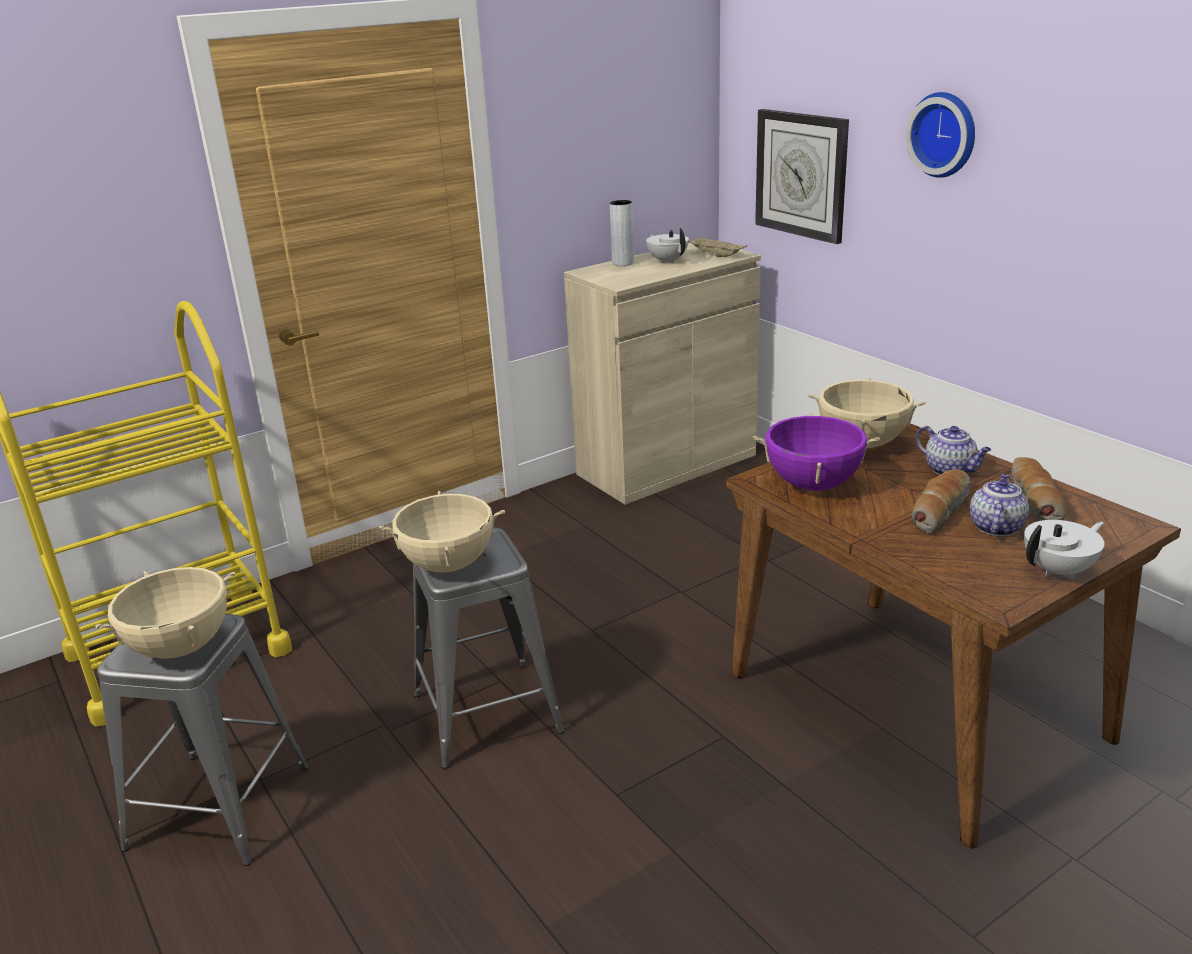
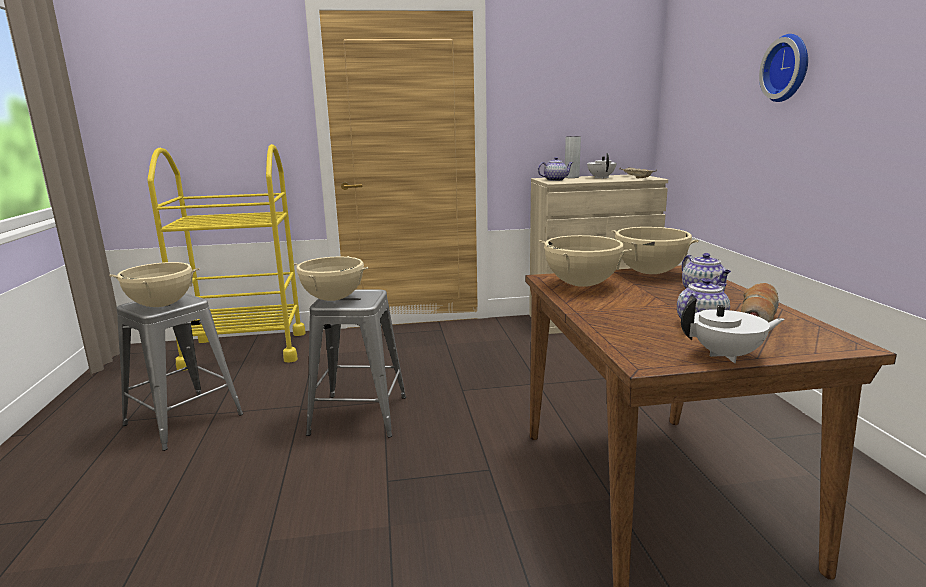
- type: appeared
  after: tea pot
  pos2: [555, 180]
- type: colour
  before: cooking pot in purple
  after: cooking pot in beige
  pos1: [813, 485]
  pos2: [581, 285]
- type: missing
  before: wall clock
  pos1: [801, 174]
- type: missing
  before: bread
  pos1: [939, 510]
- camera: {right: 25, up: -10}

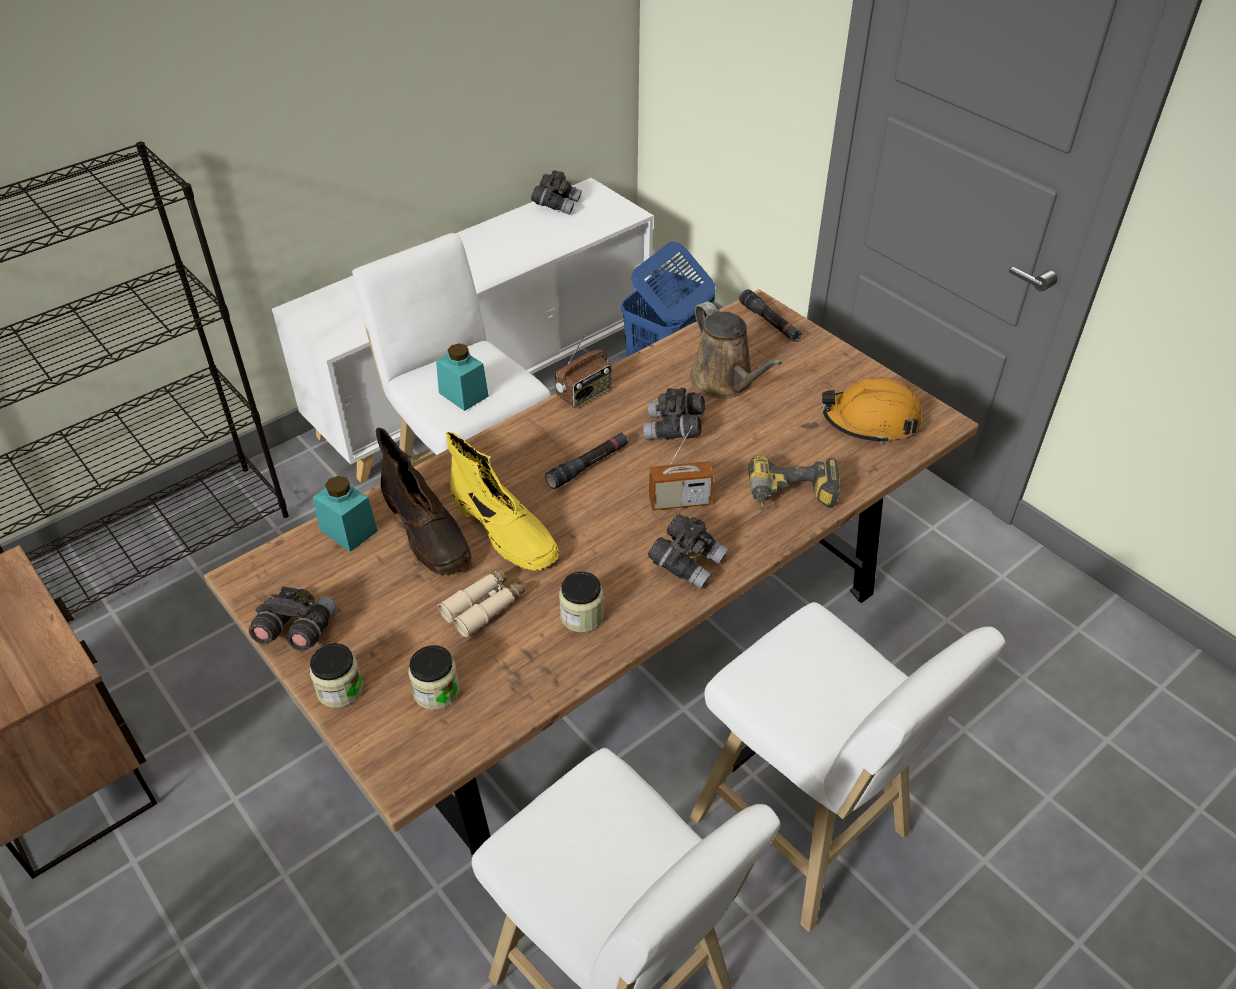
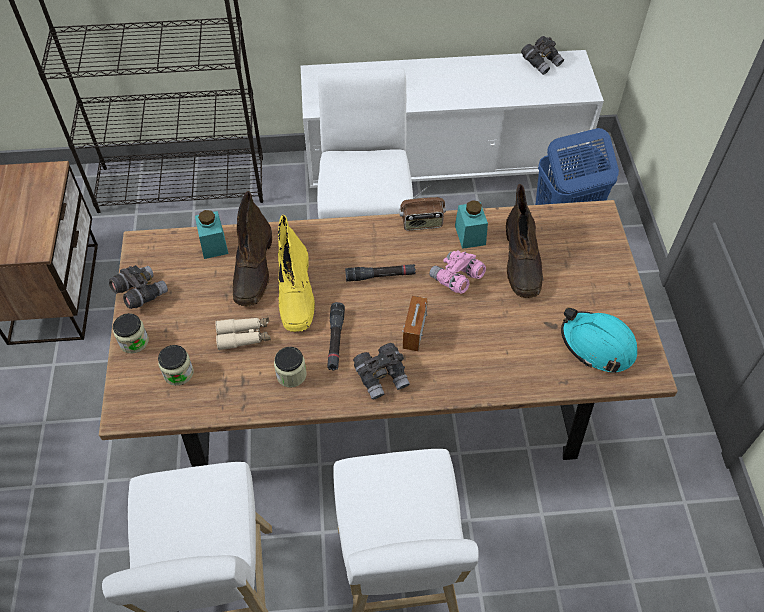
- type: relocated
  before: flashlight in black-coloured
  pos1: [769, 322]
  pos2: [335, 340]
- type: spun
  before: radio receiver
  pos1: [679, 501]
  pos2: [414, 332]
  turn: 75
- type: colour
  before: binoculars in greyish
  after: binoculars in pinkish
  pos1: [674, 429]
  pos2: [456, 279]
- type: relocated
  before: jar in turquoise-coloured
  pos1: [463, 394]
  pos2: [470, 235]
- type: exchanged
  before: watering can in brown
  after: boot in brown
  pos1: [725, 382]
  pos2: [522, 262]
- type: colour
  before: work helmet in orangey
  after: work helmet in turquoise-coloured
  pos1: [870, 421]
  pos2: [597, 345]
- type: missing
  before: electric drill
  pos1: [791, 499]
- camera: {right: 35, up: 10}

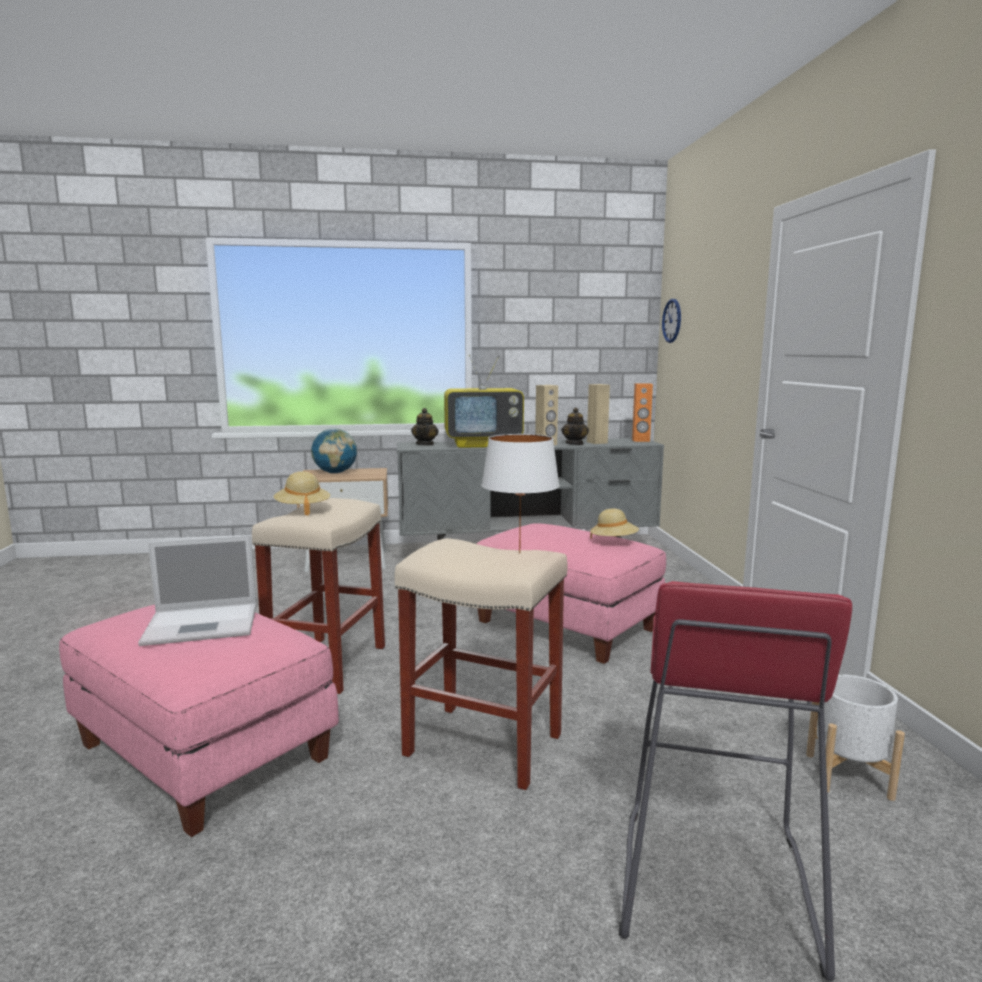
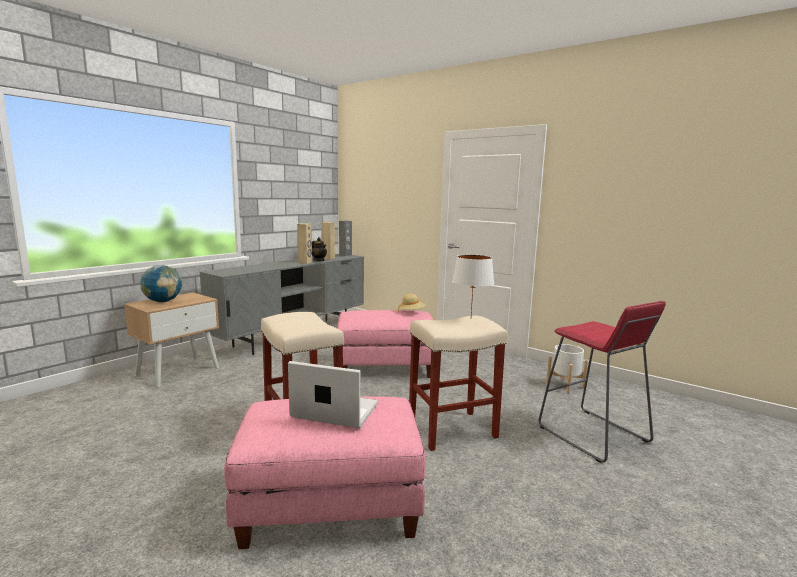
- type: spun
  before: notebook computer
  pos1: [204, 624]
  pos2: [333, 410]
  turn: -105
- type: colour
  before: audio speaker in orangey
  after: audio speaker in greyish
  pos1: [641, 440]
  pos2: [345, 255]
- type: missing
  before: wearable hat in beige
  pos1: [302, 509]
- type: missing
  before: tea pot
  pos1: [425, 444]
- type: missing
  before: TV
  pos1: [483, 445]
- type: missing
  before: wall clock
  pos1: [672, 320]
- camera: {right: -45, up: 0}

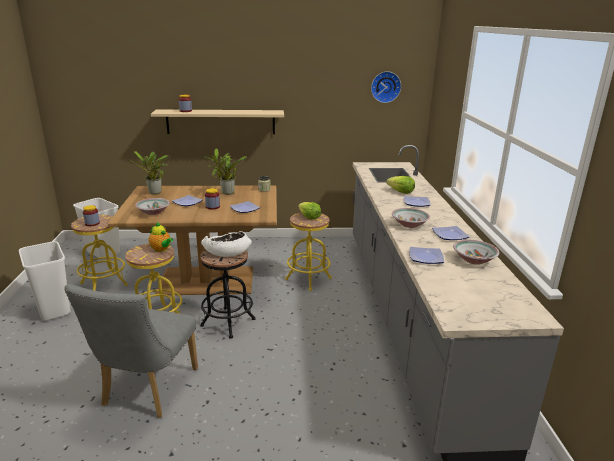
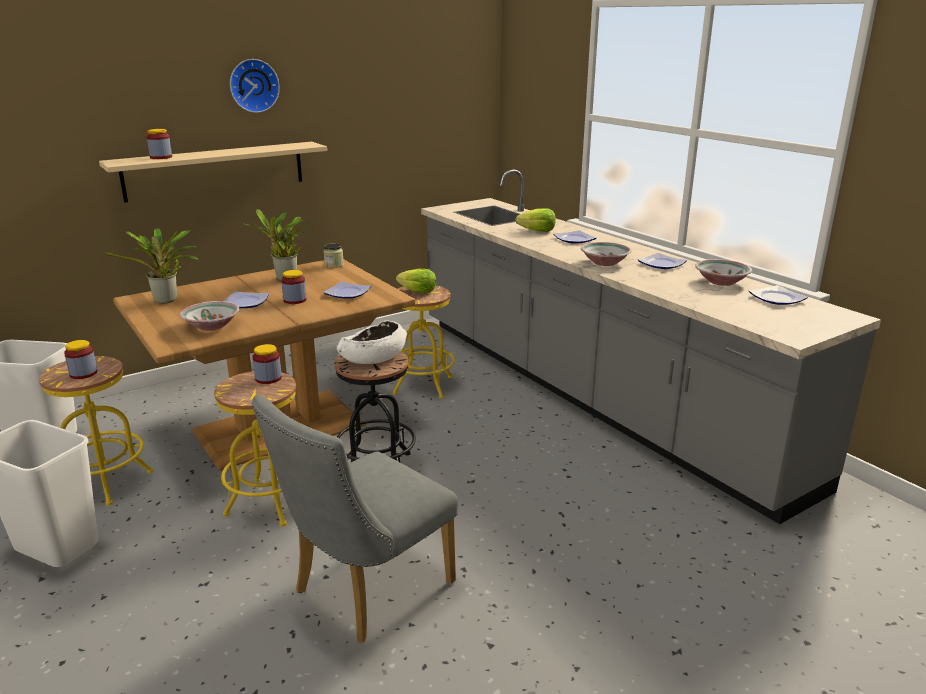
- type: relocated
  before: wall clock
  pos1: [385, 87]
  pos2: [253, 85]
- type: exchanged
  before: tea pot
  after: jar
  pos1: [161, 249]
  pos2: [268, 378]
- type: spun
  before: chair in greyish
  pos1: [146, 391]
  pos2: [364, 592]
  turn: 60
- type: relocated
  before: flat dish
  pos1: [426, 258]
  pos2: [778, 299]
- camera: {right: -30, up: 0}

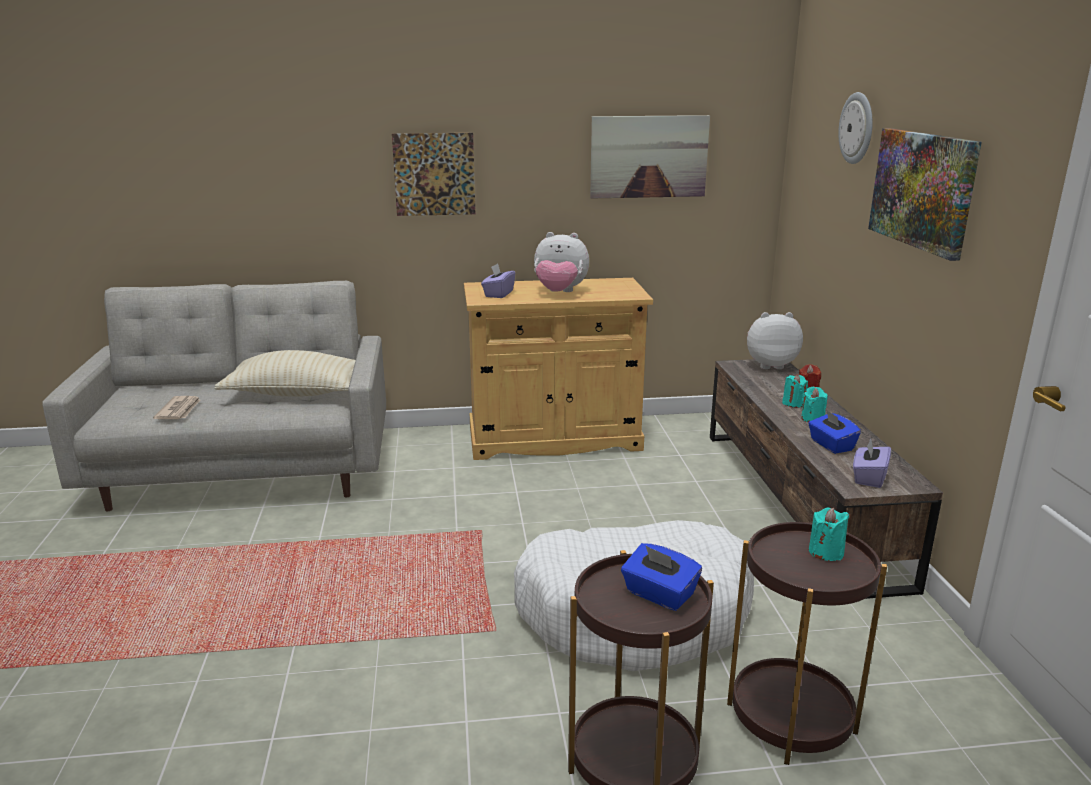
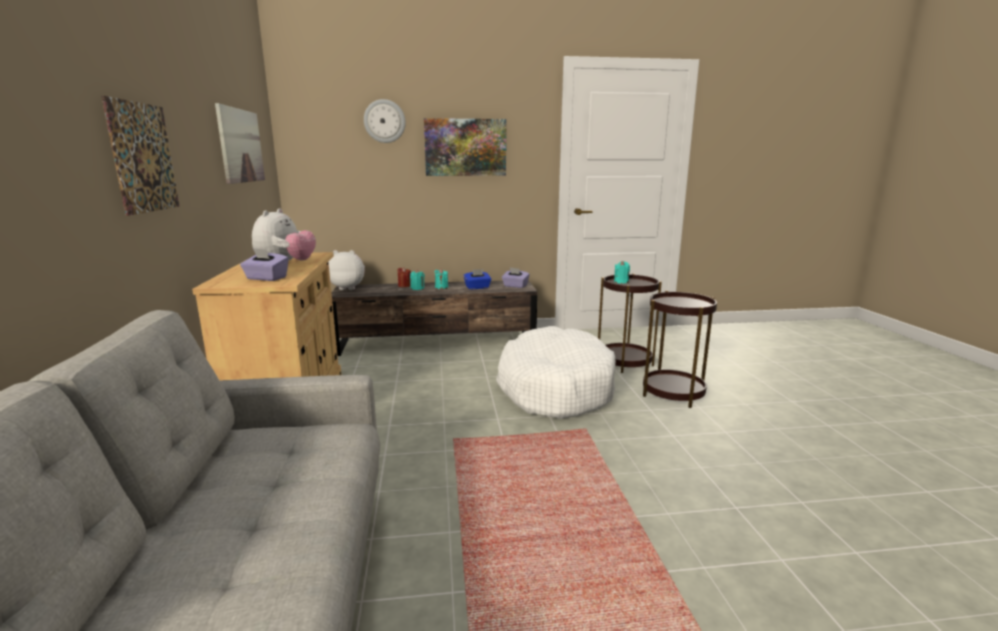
- type: spun
  before: plush toy
  pos1: [769, 365]
  pos2: [348, 288]
  turn: 90
- type: missing
  before: printed paper
  pos1: [179, 410]
- type: missing
  before: pillow in beige
  pos1: [296, 393]
- type: missing
  before: tissue holder in bluish
  pos1: [659, 594]
- camera: {right: -90, up: -5}

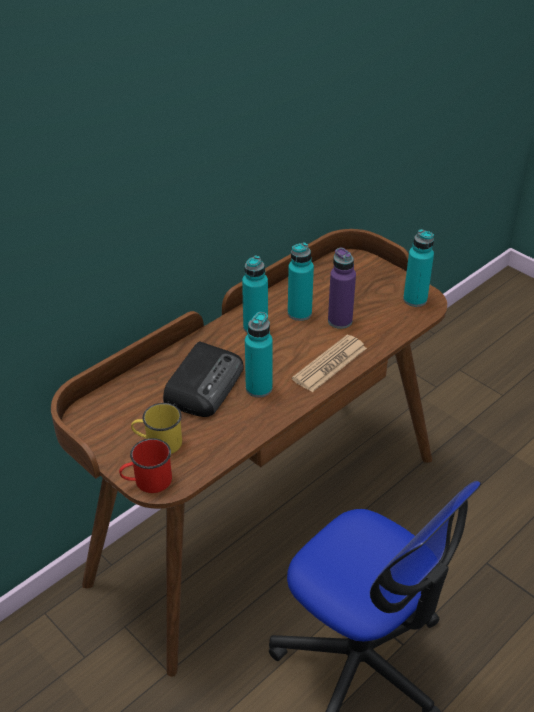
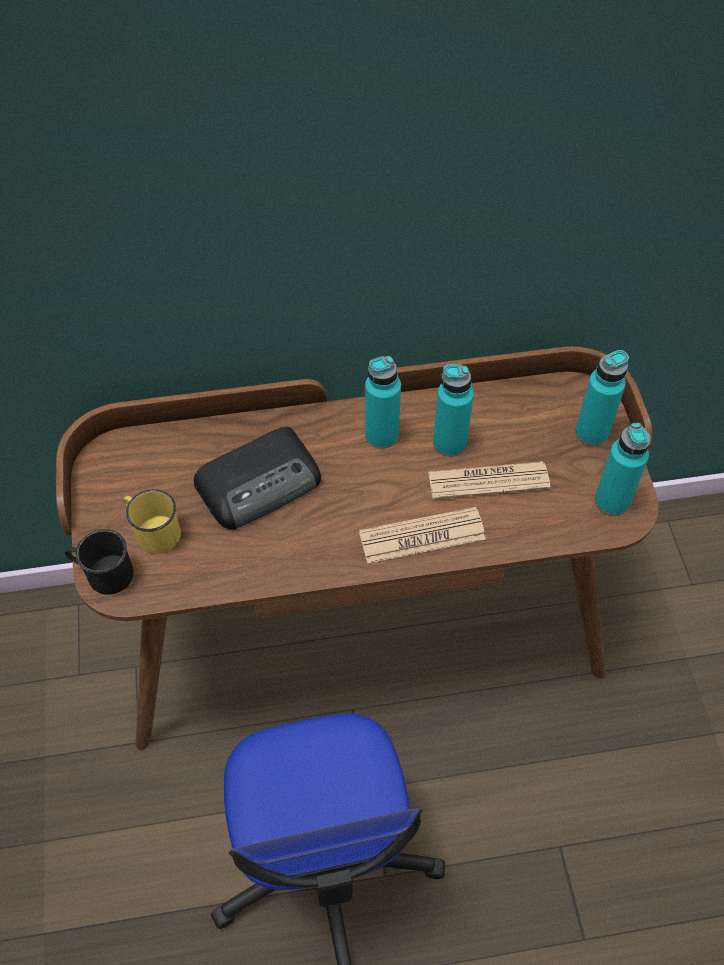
- type: colour
  before: tea mug in reddish
  after: tea mug in black-coloured
  pos1: [147, 481]
  pos2: [103, 573]
- type: exchanged
  before: bottle in purple
  after: printed paper
  pos1: [340, 321]
  pos2: [488, 481]
- type: relocated
  before: bottle in turquoise-coloured
  pos1: [259, 388]
  pos2: [591, 432]
- camera: {right: 35, up: 15}

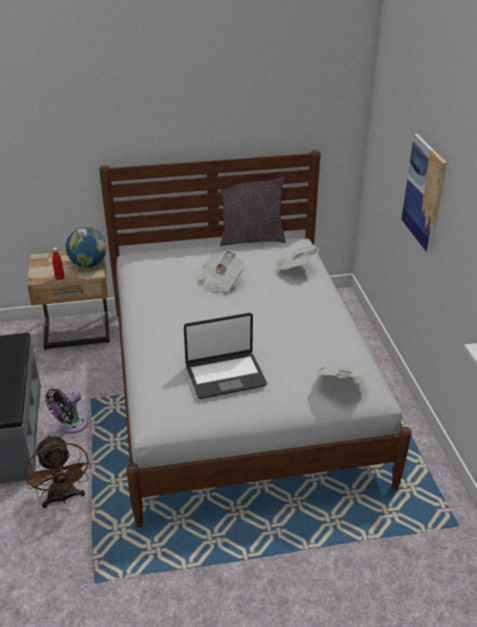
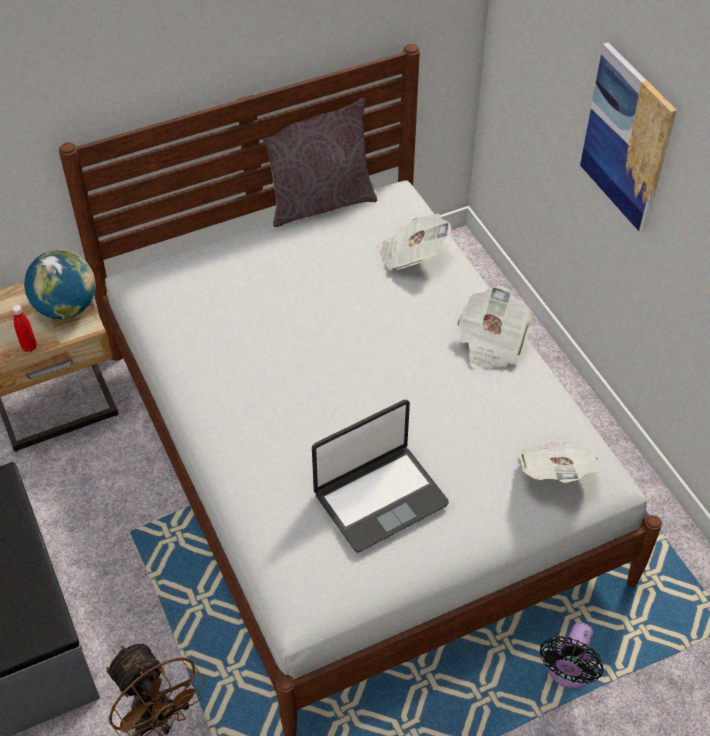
- type: relocated
  before: printed paper
  pos1: [221, 282]
  pos2: [491, 343]
- type: relocated
  before: cooling fan in black-coloured
  pos1: [71, 425]
  pos2: [568, 672]
- camera: {right: -15, up: 15}

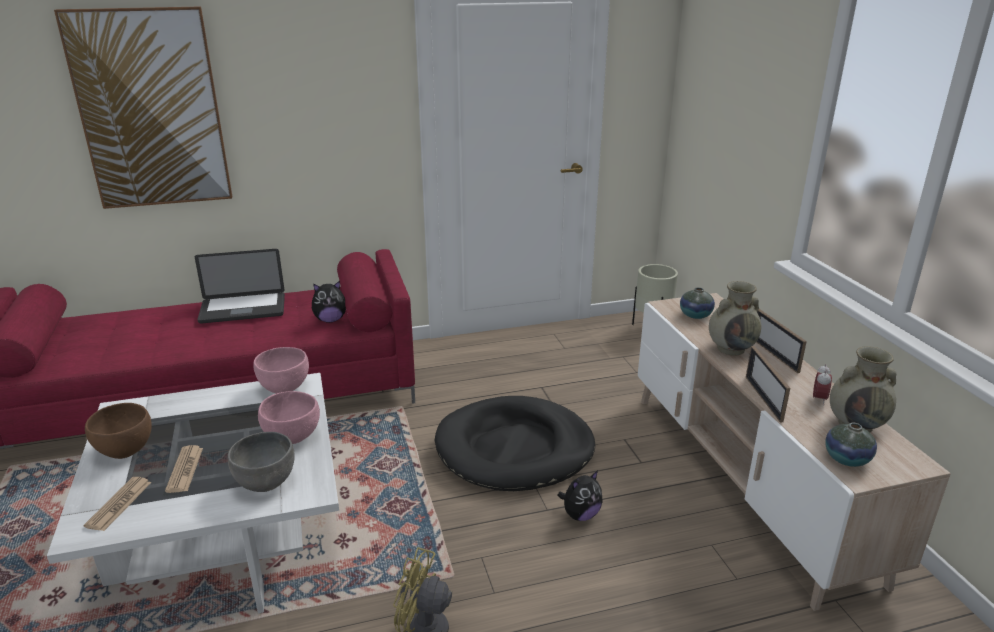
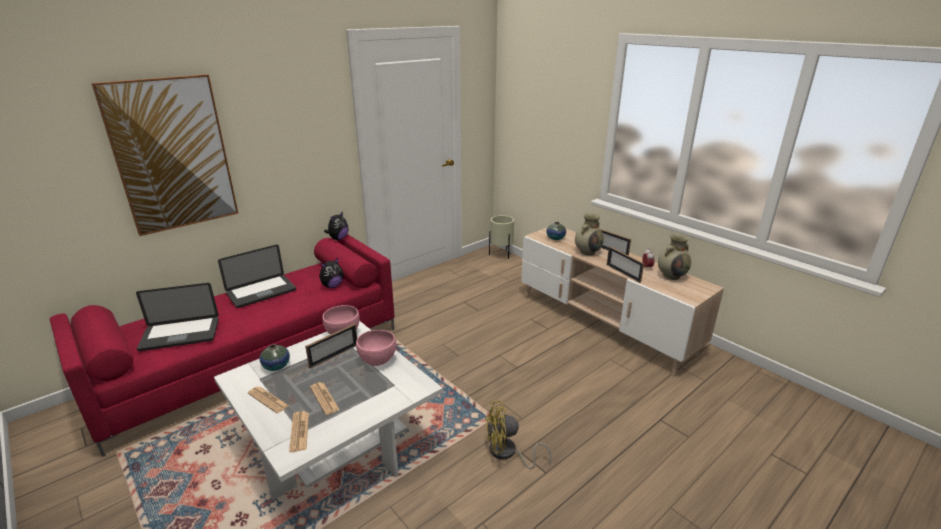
- type: appeared
  after: notebook computer
  pos2: [180, 335]
- type: exchanged
  before: deep dish in brown
  after: printed paper
  pos1: [125, 450]
  pos2: [268, 400]
- type: relocated
  before: vase
  pos1: [847, 459]
  pos2: [276, 366]
- type: appeared
  after: picture frame
  pos2: [334, 356]
- type: relocated
  before: plush toy
  pos1: [580, 514]
  pos2: [338, 238]
- type: missing
  before: deep dish in greyish
  pos1: [265, 483]
- type: missing
  before: dog cushion in black-coloured
  pos1: [515, 449]
- camera: {right: -25, up: 0}

